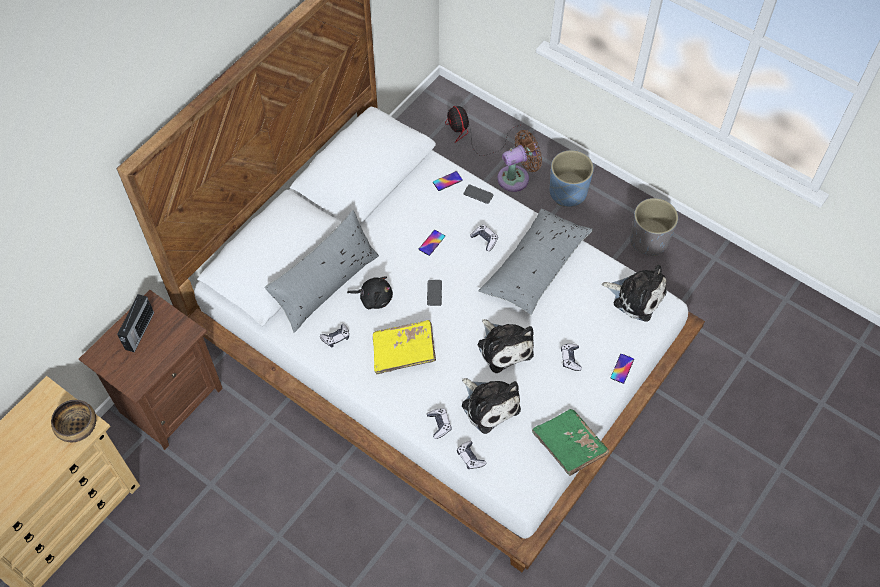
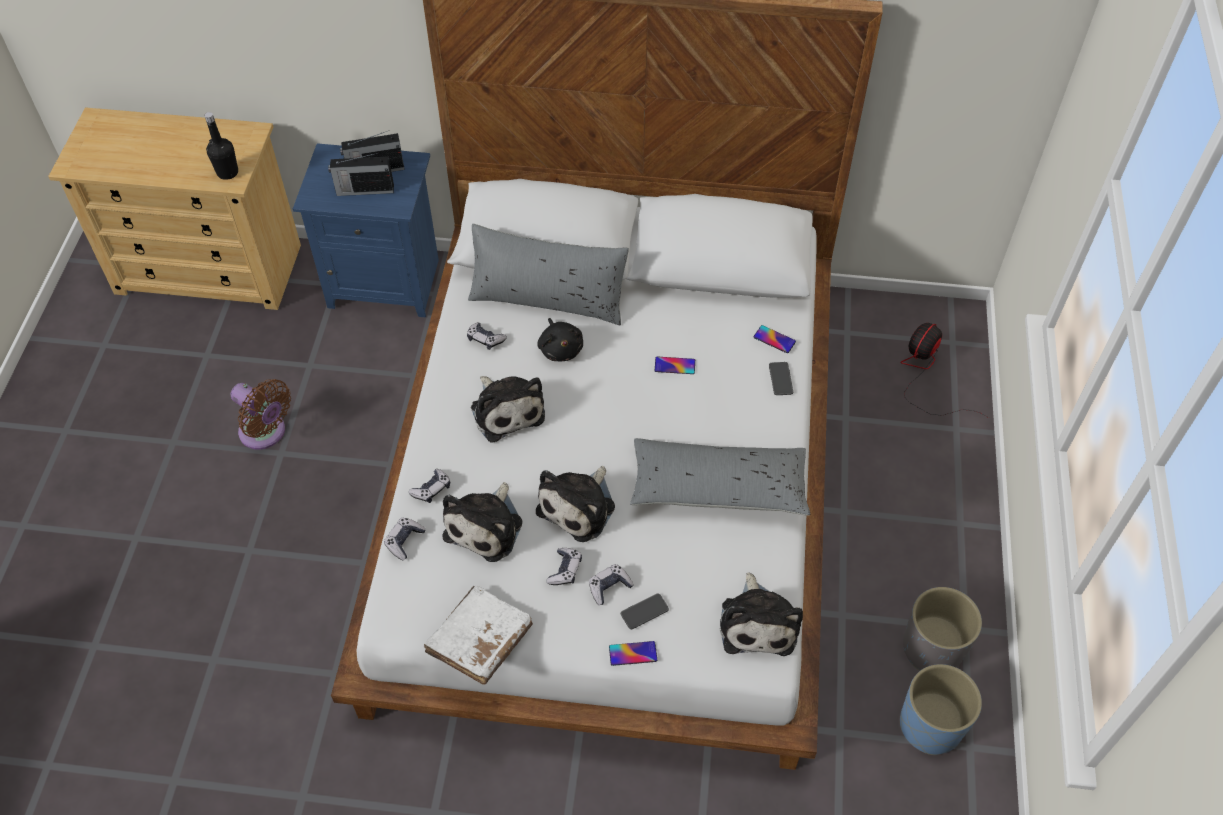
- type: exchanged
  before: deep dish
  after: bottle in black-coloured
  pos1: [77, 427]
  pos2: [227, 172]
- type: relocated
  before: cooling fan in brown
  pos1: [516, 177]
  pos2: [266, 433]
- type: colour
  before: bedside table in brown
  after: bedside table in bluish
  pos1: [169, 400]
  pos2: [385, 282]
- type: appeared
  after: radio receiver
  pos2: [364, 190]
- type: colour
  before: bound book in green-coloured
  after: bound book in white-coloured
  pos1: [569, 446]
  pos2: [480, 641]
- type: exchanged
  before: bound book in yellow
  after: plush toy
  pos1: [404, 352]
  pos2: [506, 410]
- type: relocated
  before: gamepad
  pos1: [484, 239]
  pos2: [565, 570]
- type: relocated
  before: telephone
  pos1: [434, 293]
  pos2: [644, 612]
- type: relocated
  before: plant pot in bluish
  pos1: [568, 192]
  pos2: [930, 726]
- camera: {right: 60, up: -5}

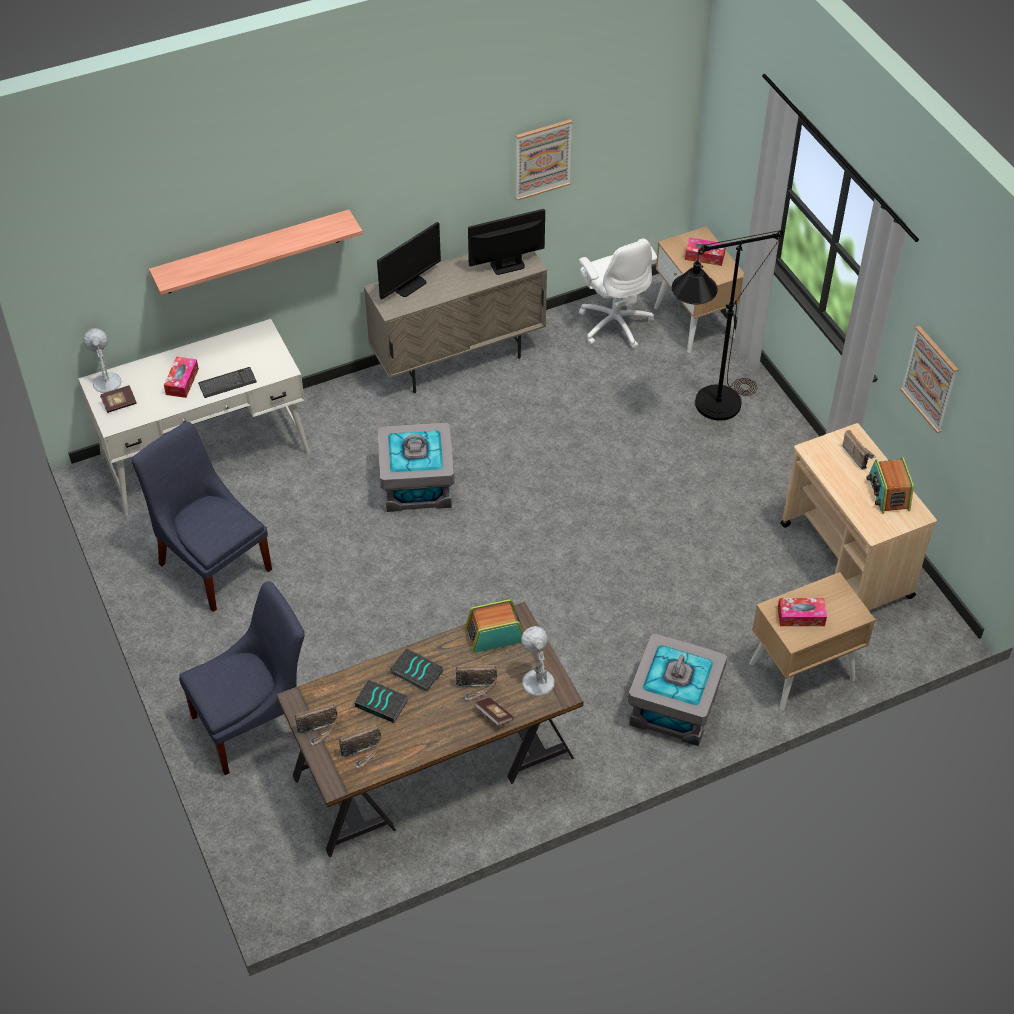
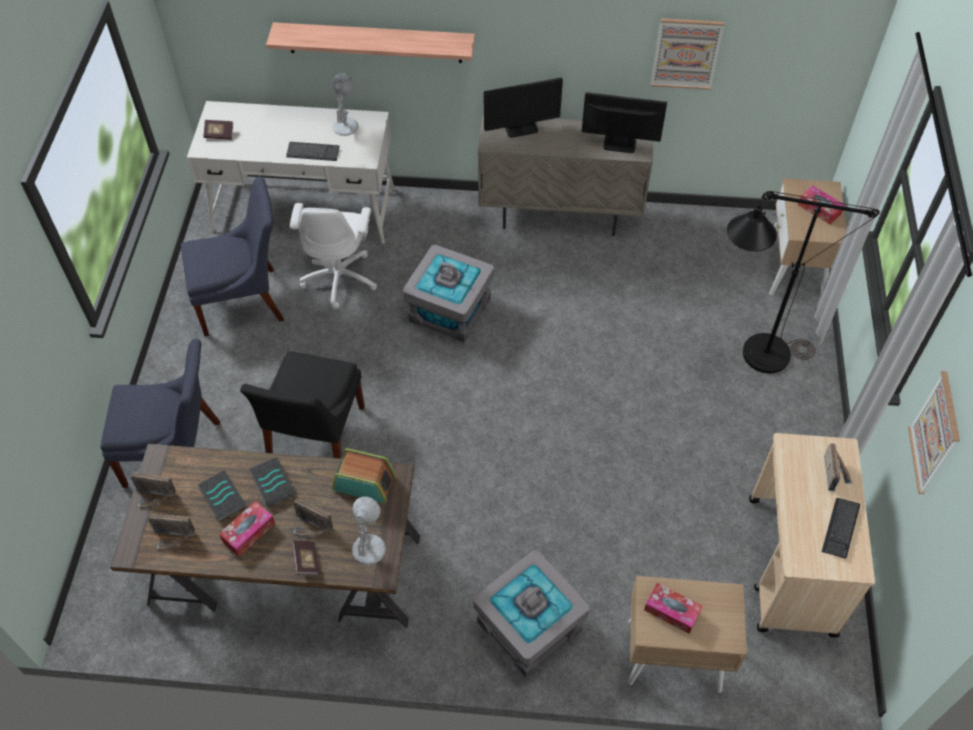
- type: spun
  before: chair in bluish
  pos1: [212, 563]
  pos2: [245, 301]
  turn: 90
- type: relocated
  before: tissue holder
  pos1: [182, 381]
  pos2: [248, 532]
- type: appeared
  after: chair in black-coloured
  pos2: [314, 438]
- type: relocated
  before: office chair in white-coloured
  pos1: [615, 324]
  pos2: [340, 278]
- type: relocated
  before: tabletop lamp in white-coloured
  pos1: [106, 381]
  pos2: [345, 125]
- type: exchanged
  before: radio receiver
  after: PC keyboard
  pos1: [888, 493]
  pos2: [840, 528]
- camera: {right: 30, up: 5}

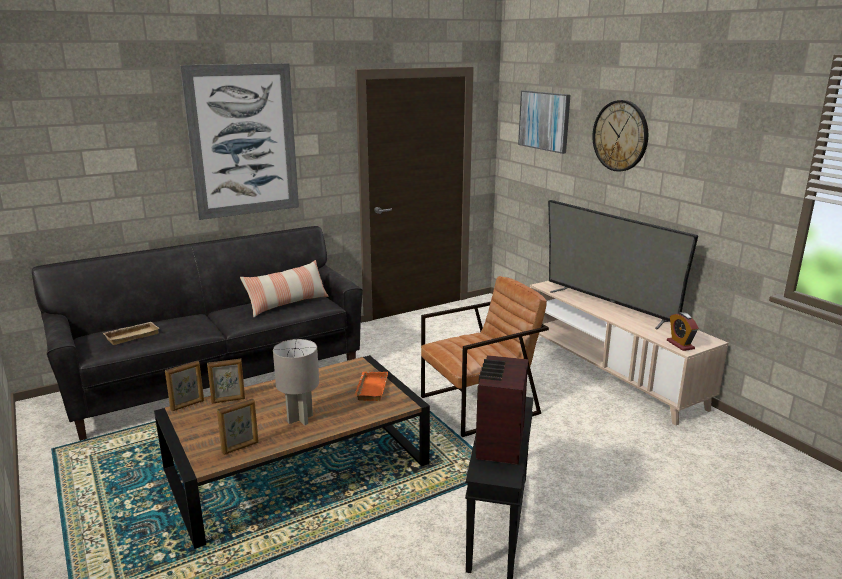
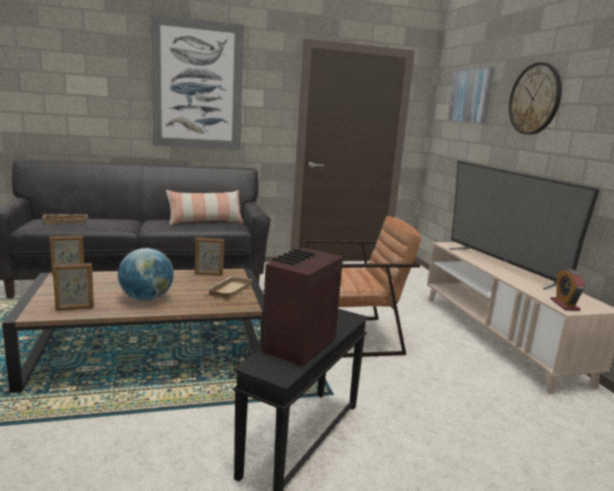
- type: exchanged
  before: tabletop lamp in greyish
  after: world globe
  pos1: [300, 418]
  pos2: [147, 299]
- type: relocated
  before: picture frame
  pos1: [228, 400]
  pos2: [208, 274]
- type: colour
  before: tray in orangey
  after: tray in beige
  pos1: [370, 389]
  pos2: [229, 290]
- camera: {right: 15, up: -5}

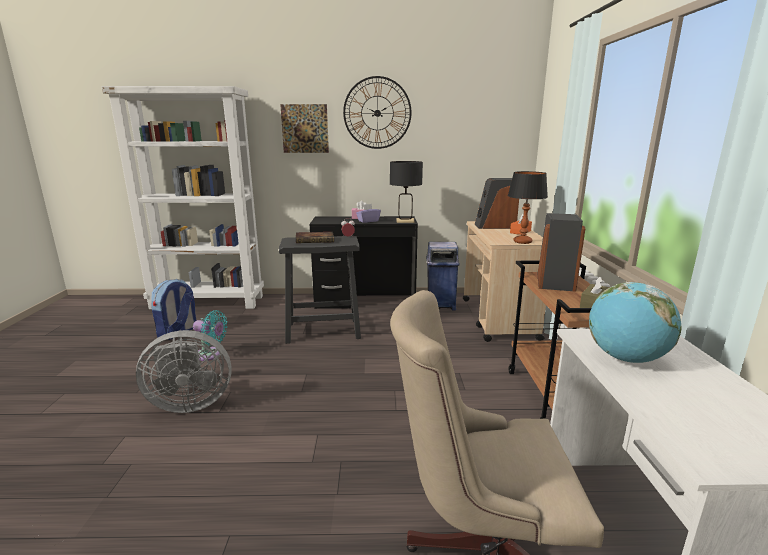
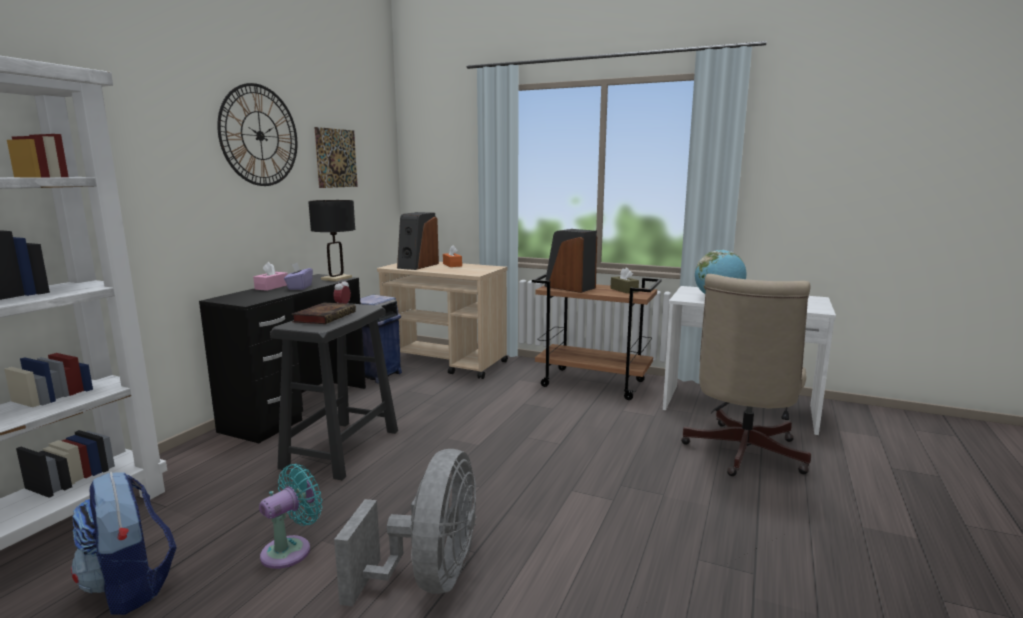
- type: relocated
  before: wall art
  pos1: [305, 128]
  pos2: [336, 158]
- type: missing
  before: tabletop lamp
  pos1: [522, 242]
- camera: {right: -65, up: -5}

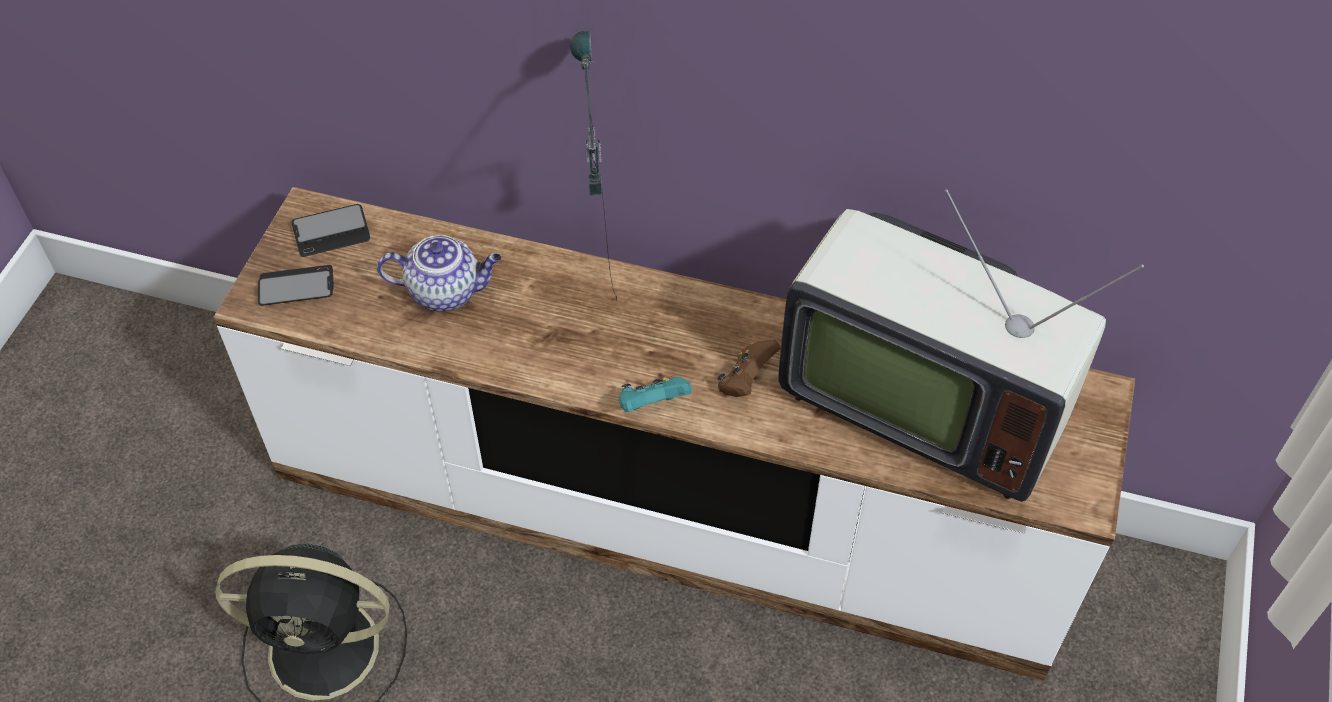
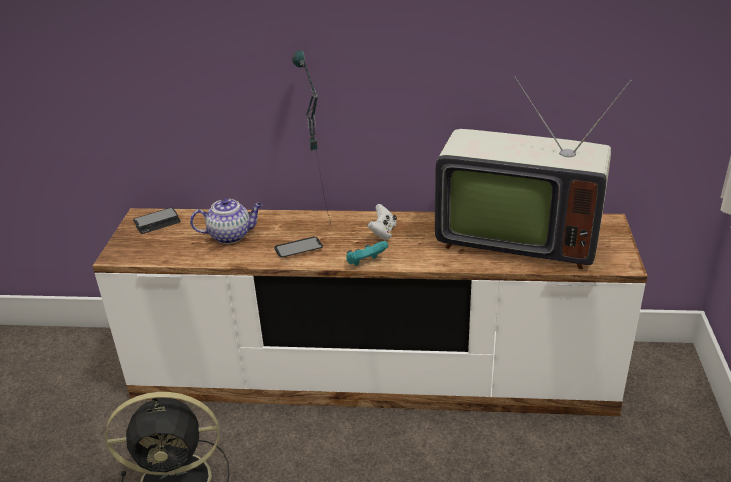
- type: relocated
  before: telephone
  pos1: [296, 287]
  pos2: [298, 248]
- type: appeared
  after: gamepad in white-coloured
  pos2: [383, 232]
- type: missing
  before: gamepad in brown
  pos1: [746, 381]
- camera: {right: -10, up: -20}

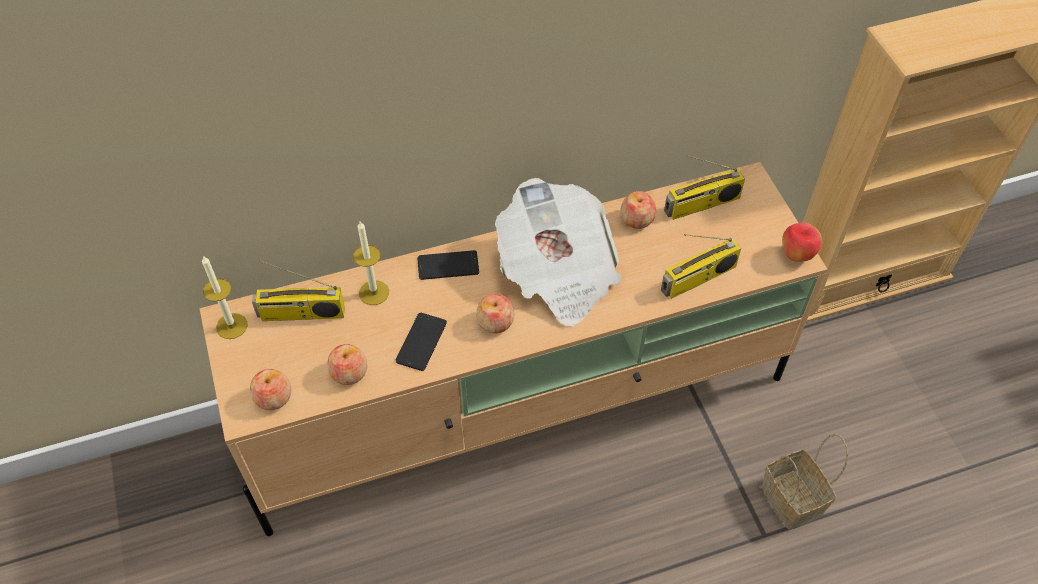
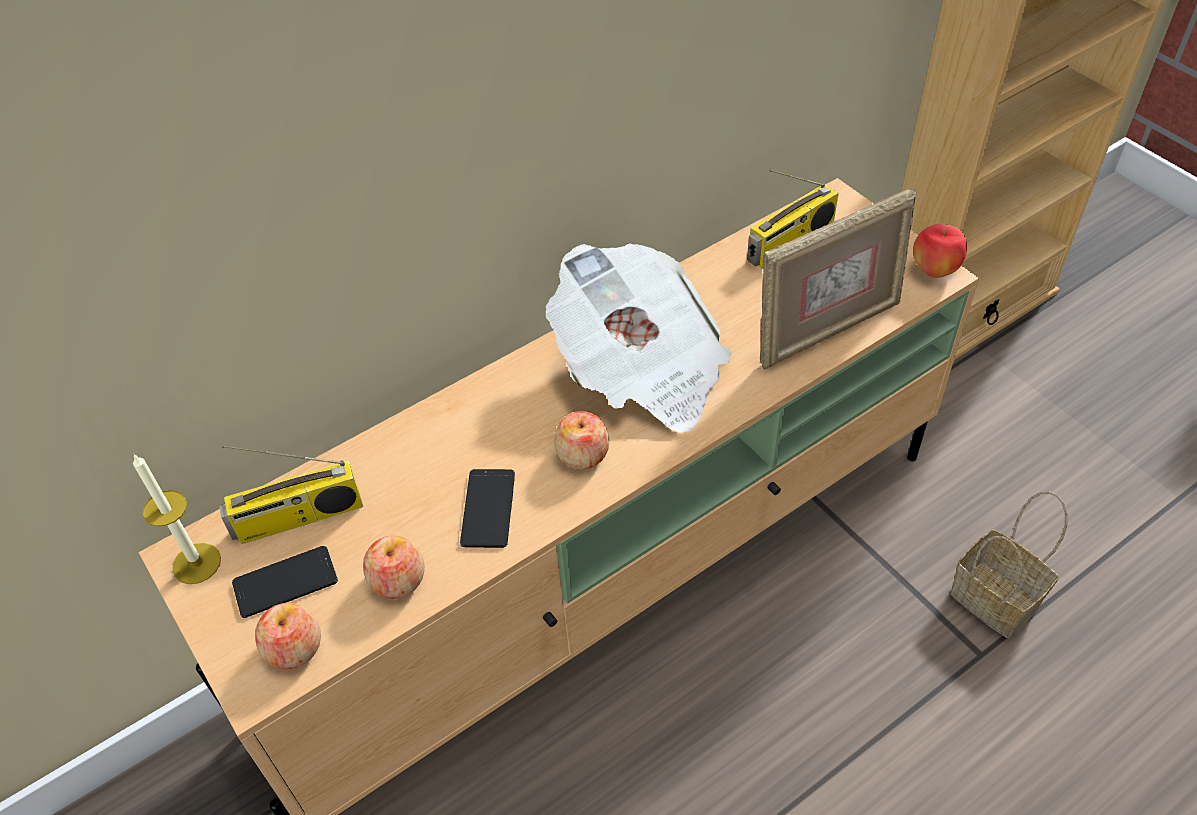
- type: relocated
  before: telephone
  pos1: [448, 266]
  pos2: [285, 582]
- type: exchanged
  before: radio receiver
  after: picture frame
  pos1: [698, 279]
  pos2: [827, 330]
- type: missing
  before: candle
  pos1: [374, 292]
- type: missing
  before: apple
  pos1: [636, 219]
- camera: {right: -15, up: -5}

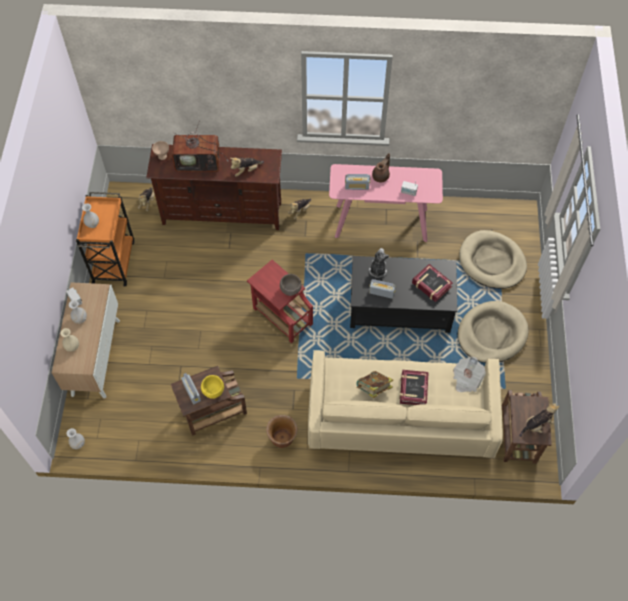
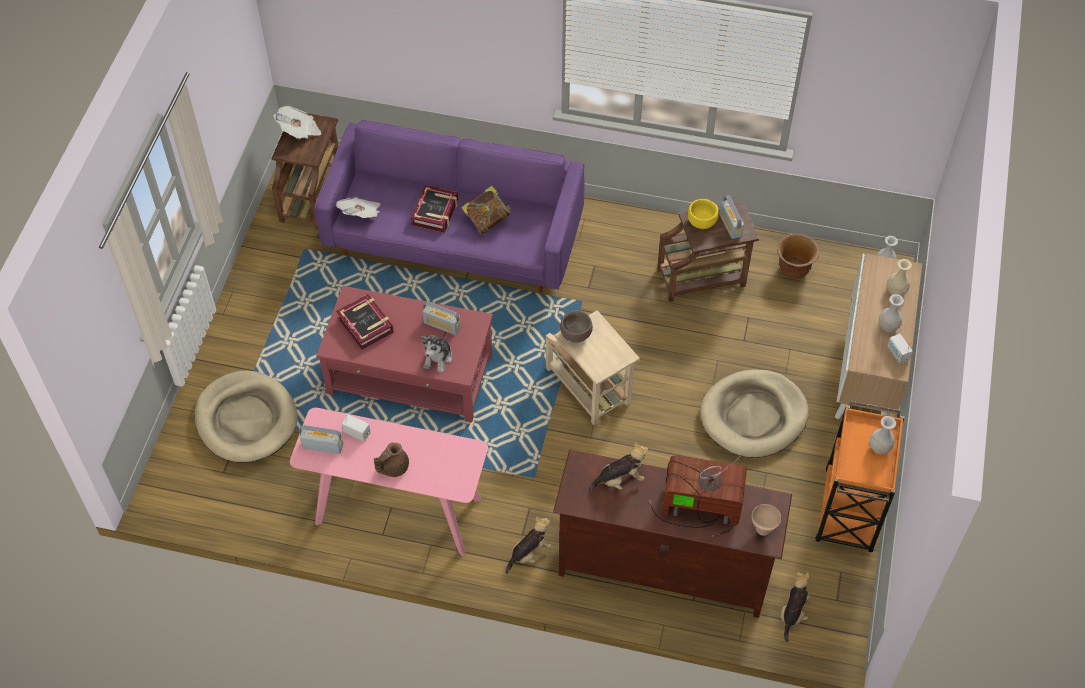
- type: exchanged
  before: plush toy
  after: printed paper
  pos1: [537, 425]
  pos2: [299, 131]
- type: relocated
  before: radio receiver
  pos1: [357, 186]
  pos2: [322, 446]
- type: colour
  before: sofa in beige
  after: sofa in purple
  pos1: [400, 417]
  pos2: [454, 237]
- type: colour
  before: coffee table in black-coloured
  after: coffee table in reddish
  pos1: [399, 306]
  pos2: [411, 375]
- type: colour
  before: end table in reddish
  after: end table in beige
  pos1: [281, 315]
  pos2: [589, 388]
- type: relocated
  before: dog cushion in beige
  pos1: [491, 334]
  pos2: [753, 416]
- type: relocated
  before: plant pot in brown
  pos1: [282, 438]
  pos2: [793, 270]
- camera: {right: -170, up: -5}

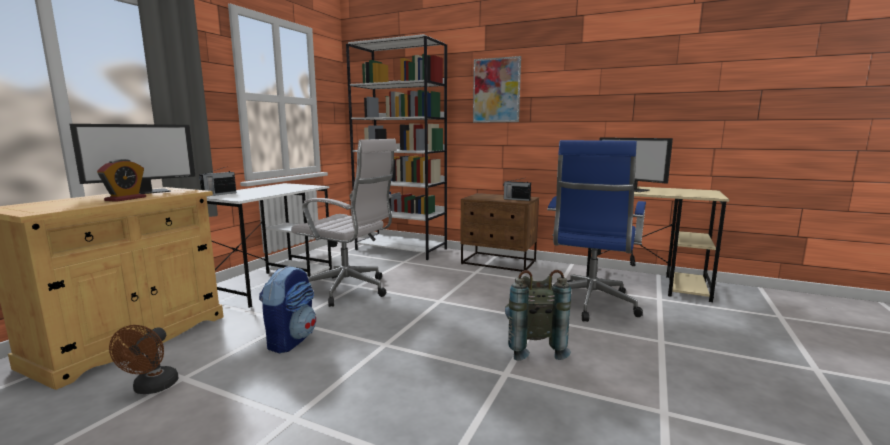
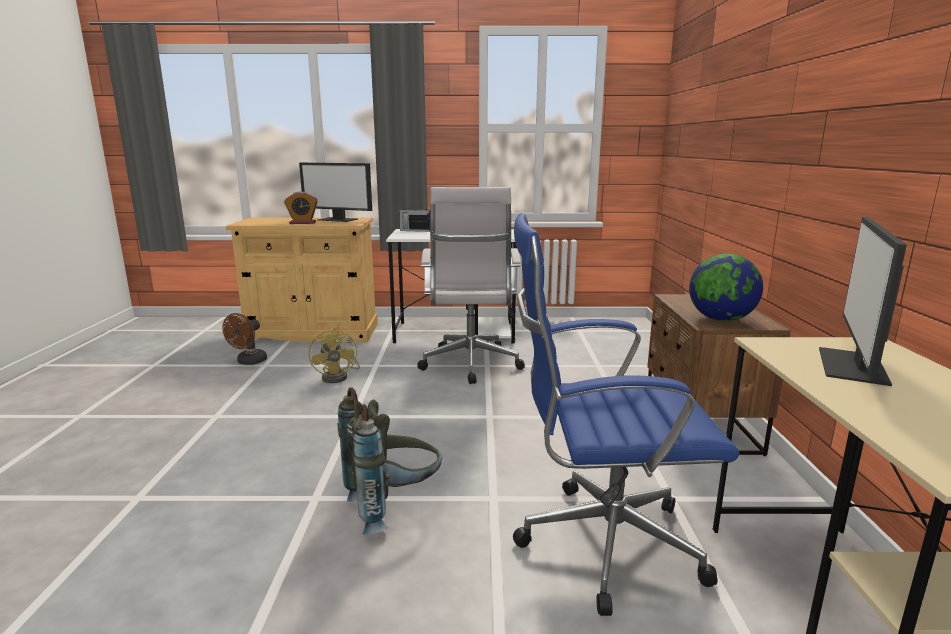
- type: spun
  before: cooling fan in brown
  pos1: [152, 388]
  pos2: [249, 362]
  turn: -45
- type: exchanged
  before: backpack
  after: cooling fan in yellow
  pos1: [291, 340]
  pos2: [339, 376]
- type: exchanged
  before: radio receiver
  after: world globe
  pos1: [516, 199]
  pos2: [720, 319]
- type: missing
  before: shelving unit in white-coloured
  pos1: [401, 249]
- type: missing
  before: wall art
  pos1: [496, 90]
- camera: {right: 65, up: 5}

